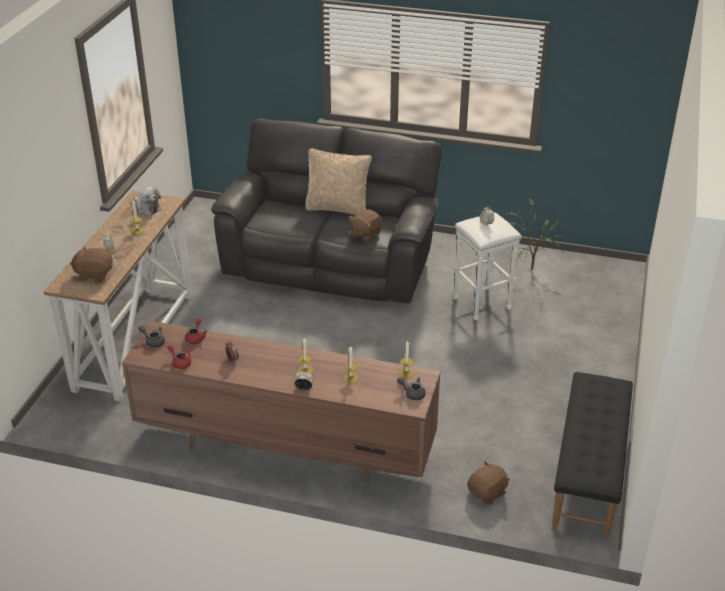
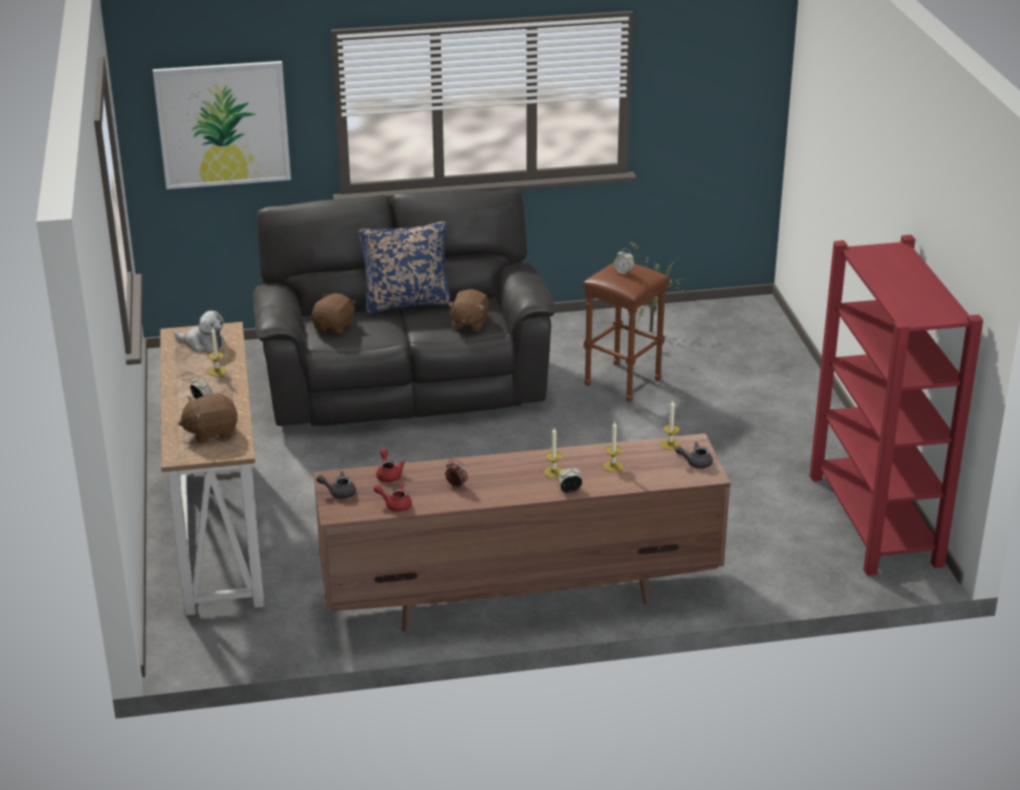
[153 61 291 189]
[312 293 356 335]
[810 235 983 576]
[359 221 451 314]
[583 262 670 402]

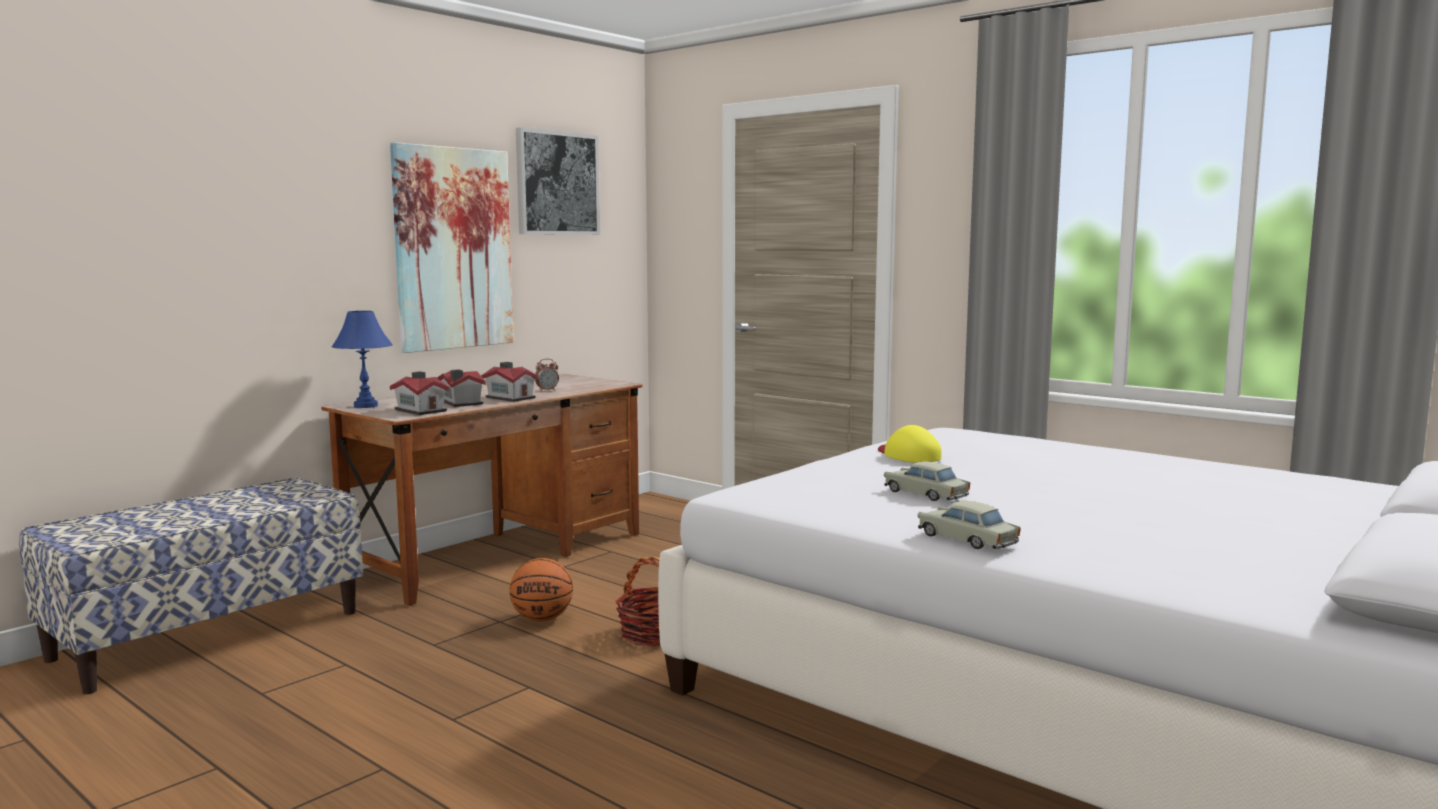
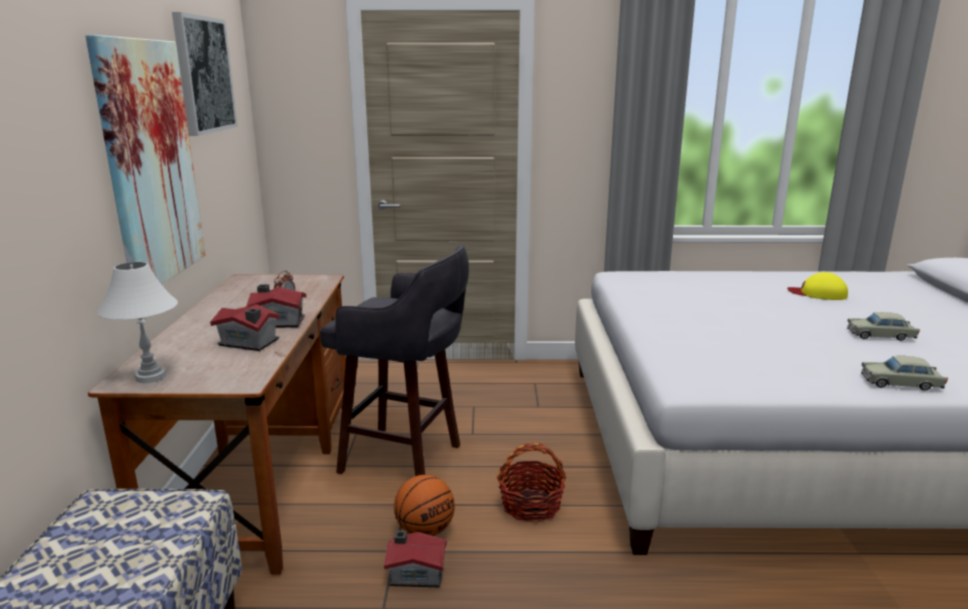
[320 245 469 476]
[384 531 447 587]
[787 272 848 300]
[847 312 920 341]
[97 262 178 383]

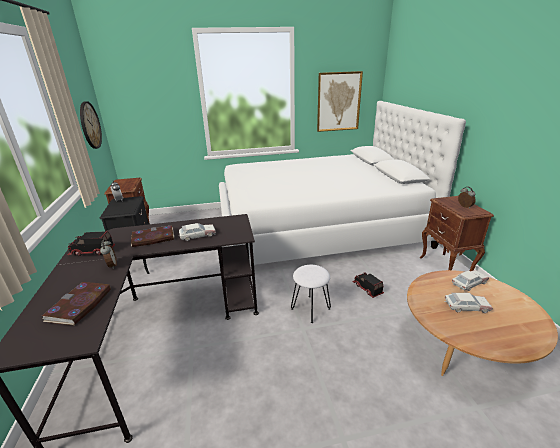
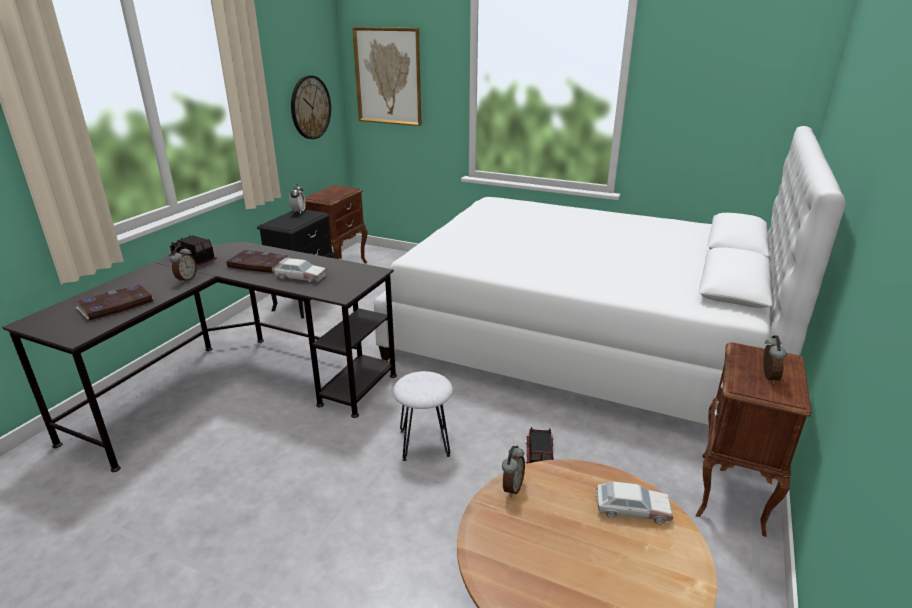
[444 292 493 313] (first image)
[502 446 525 497]
[352 27 421 126]

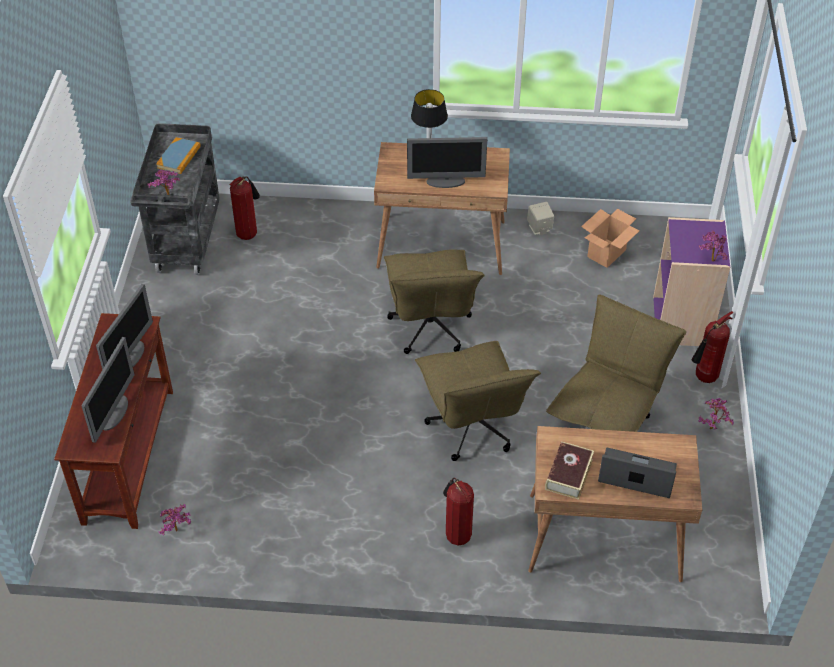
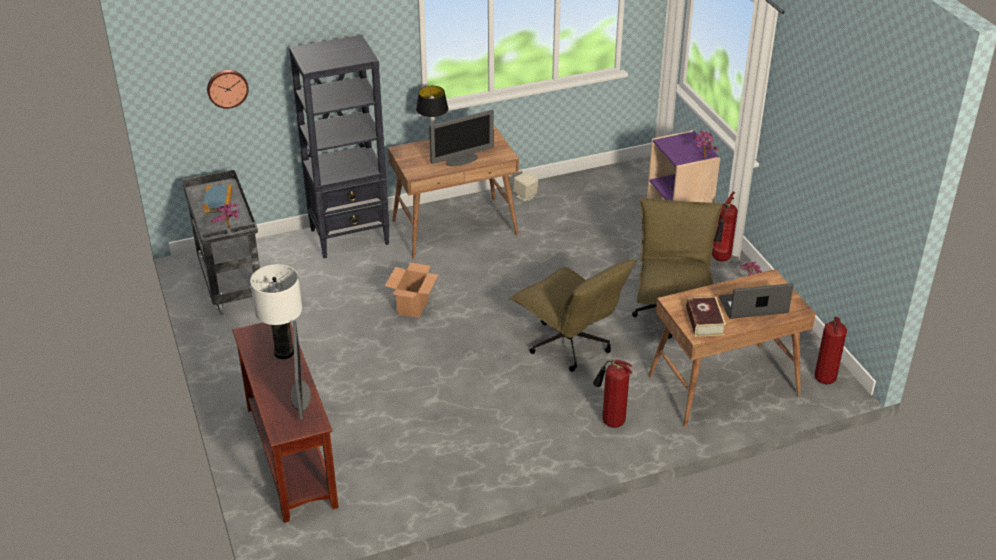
[158 503 191 535] (first image)
[384 249 485 354] (first image)
[207 70 249 109]
[289 35 390 258]
[814 316 847 384]
[385 262 438 318]
[250 264 302 359]

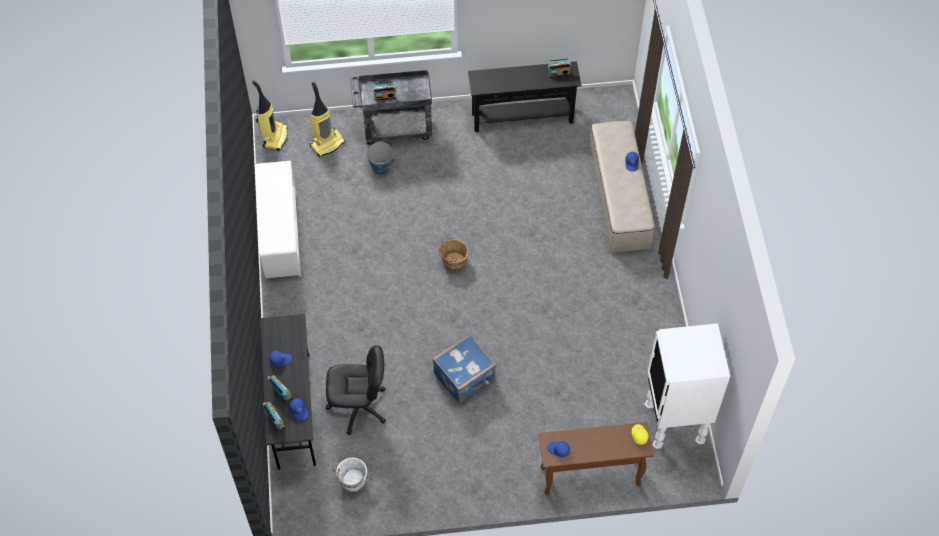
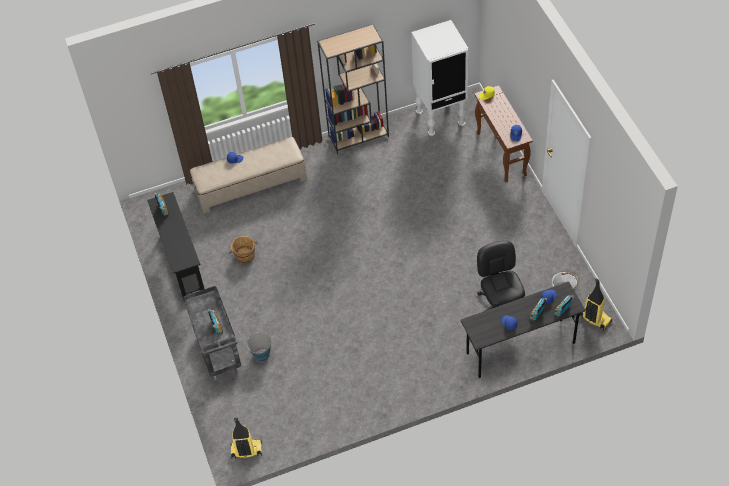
[255 161 301 278] (first image)
[433 334 496 403] (first image)
[317 23 389 154]
[579 278 612 330]
[229 236 258 263]

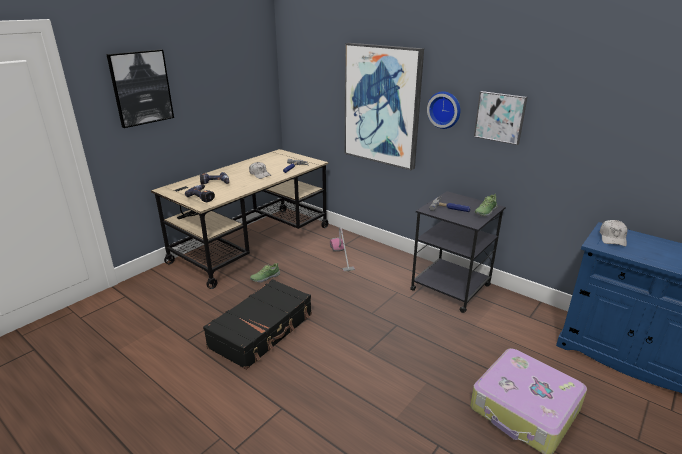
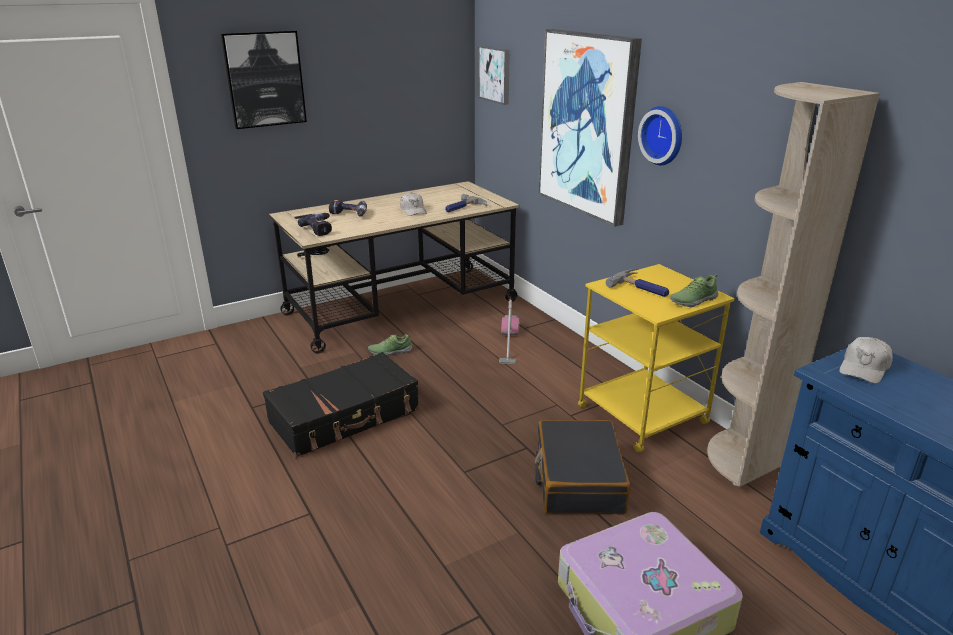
[535 420 630 514]
[707 82 880 487]
[478 46 510 105]
[578 264 735 453]

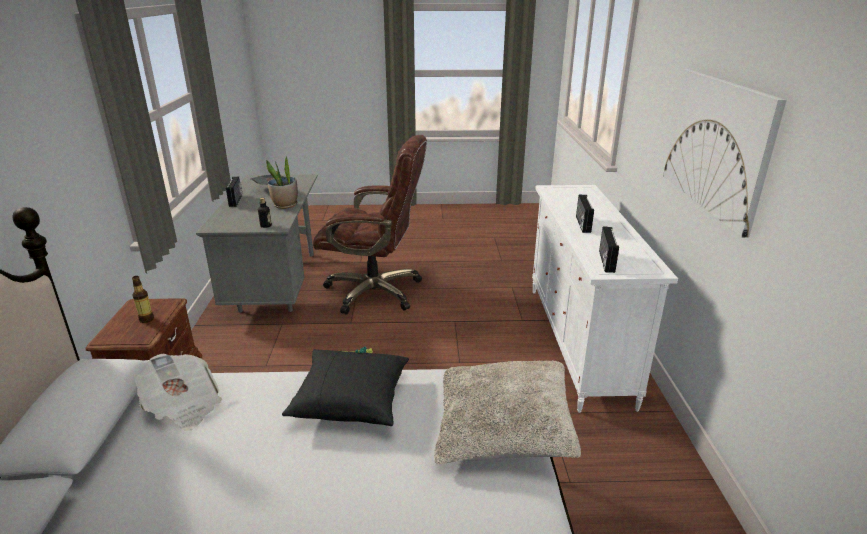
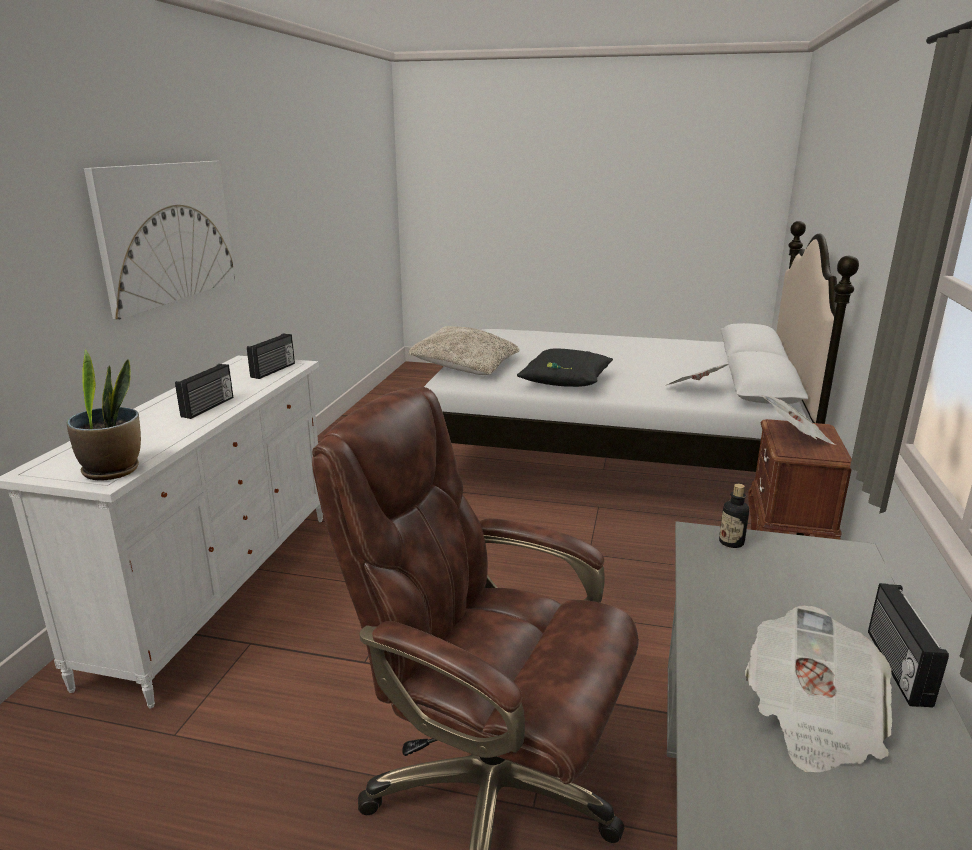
[67 349 141 480]
[762 395 836 445]

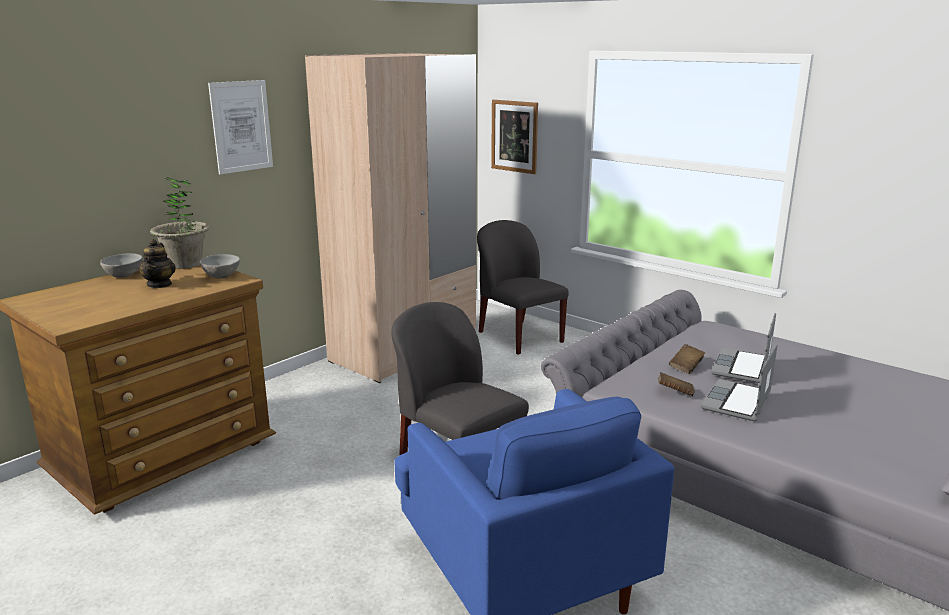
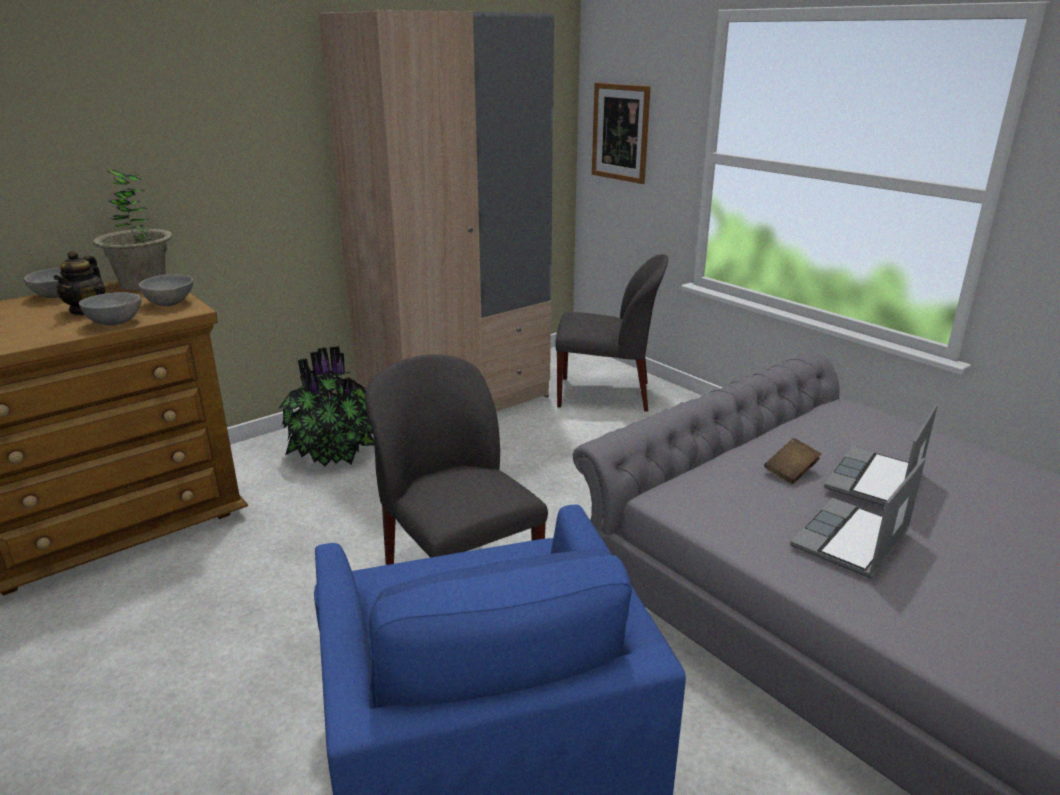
[208 80 273 174] (first image)
[658 372 695 396] (first image)
[79 292 142 325]
[278 346 374 467]
[555 254 668 412]

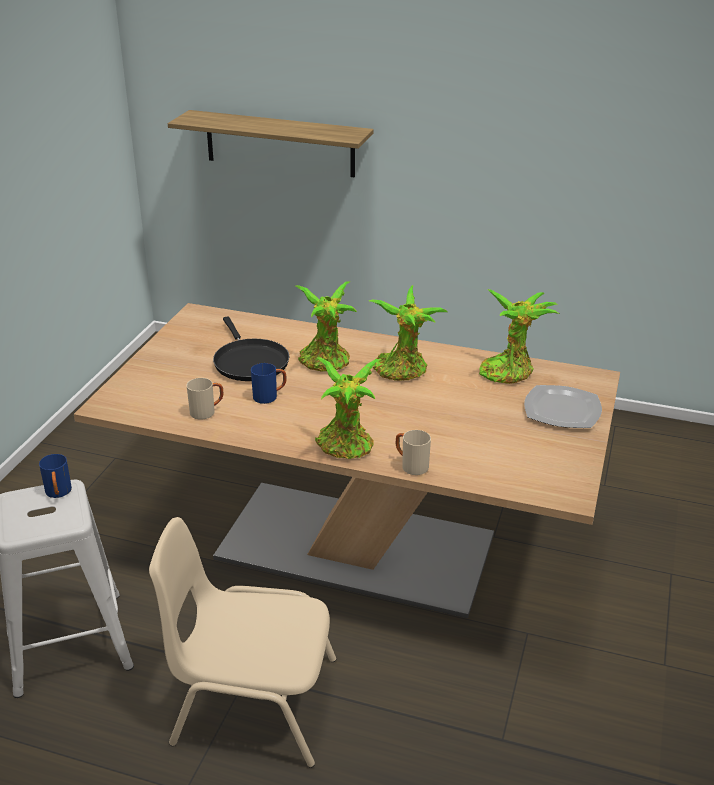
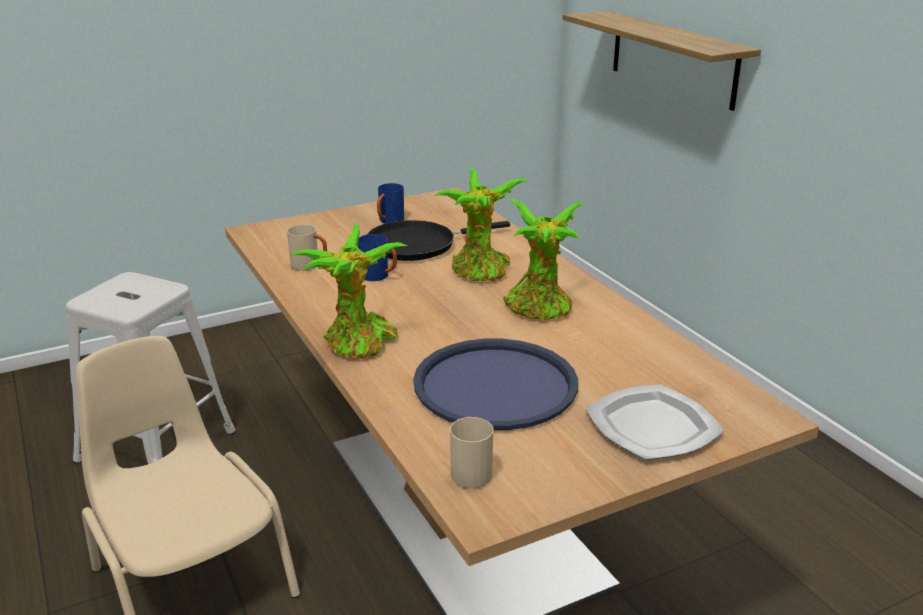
[479 289 559 384] (first image)
[413 339 578 430]
[377 183 404 224]
[450 416 493 489]
[367 220 510 261]

